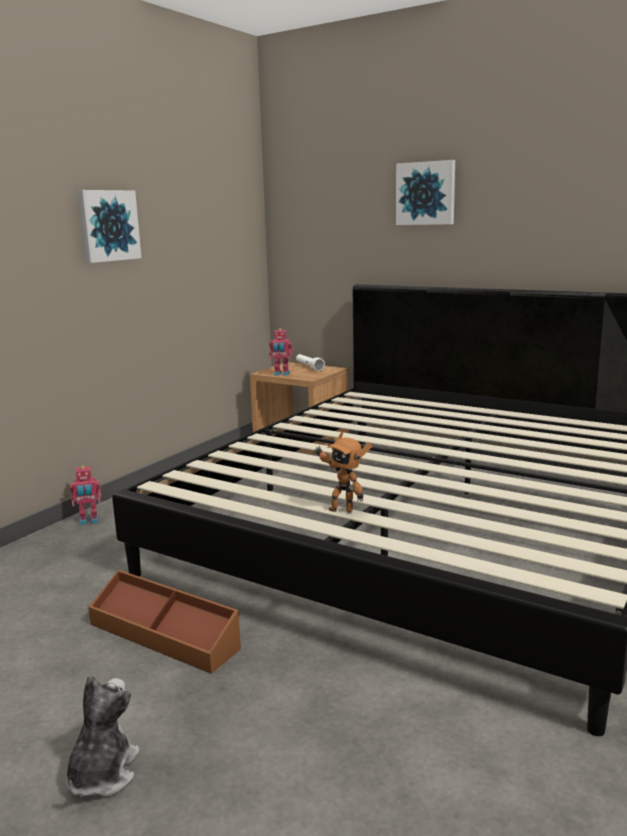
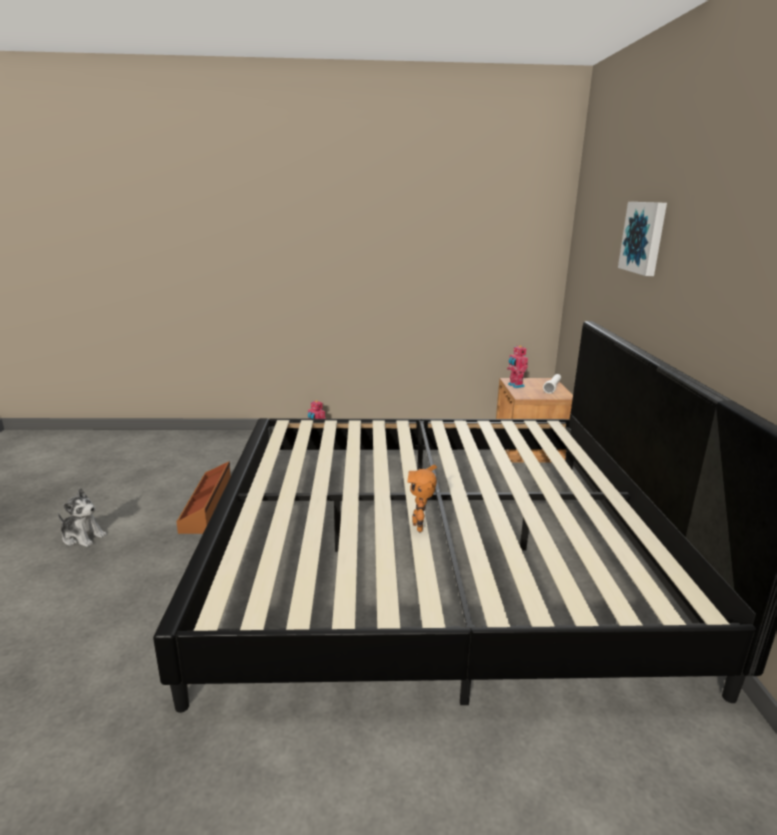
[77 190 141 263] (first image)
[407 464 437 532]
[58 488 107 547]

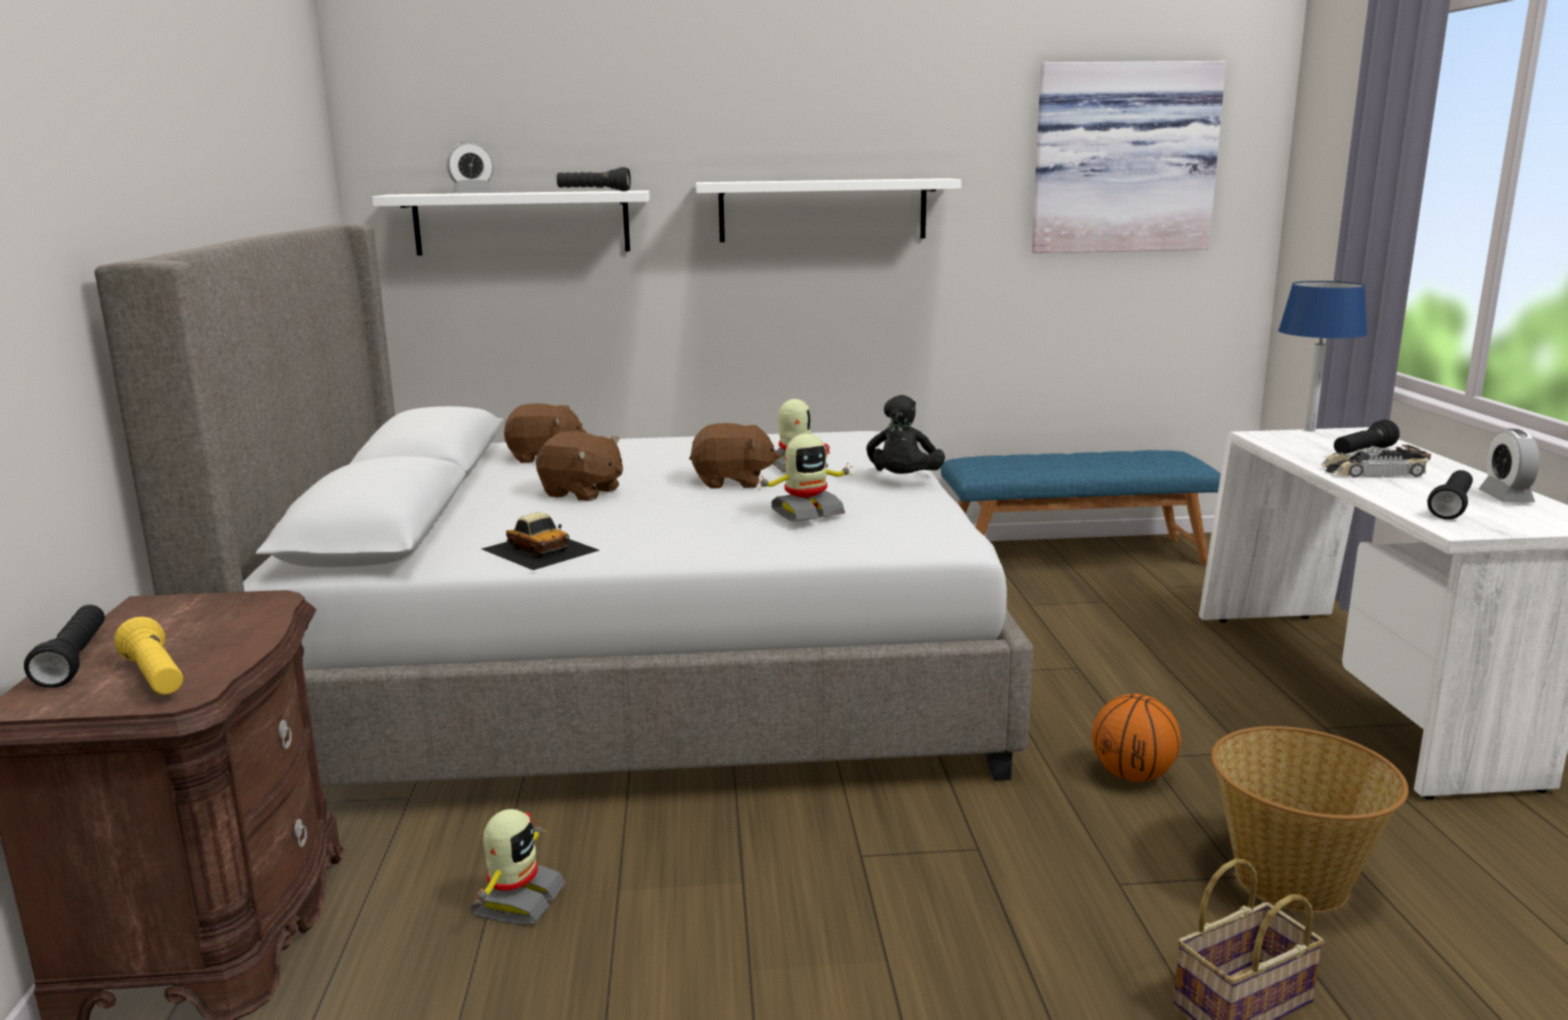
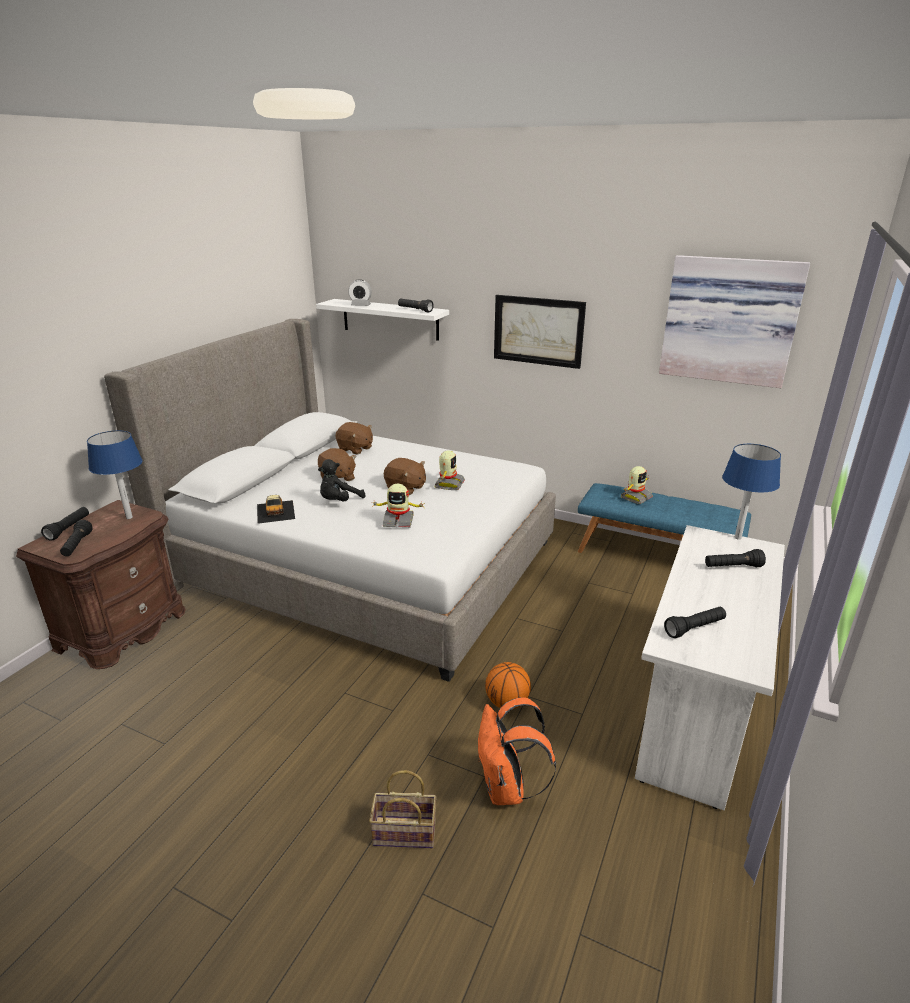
[1321 445 1431 478] (first image)
[1479 429 1540 502] (first image)
[87 430 143 519]
[621 466 653 504]
[318 459 365 502]
[494 295 586 369]
[478 697 556 805]
[60 520 93 556]

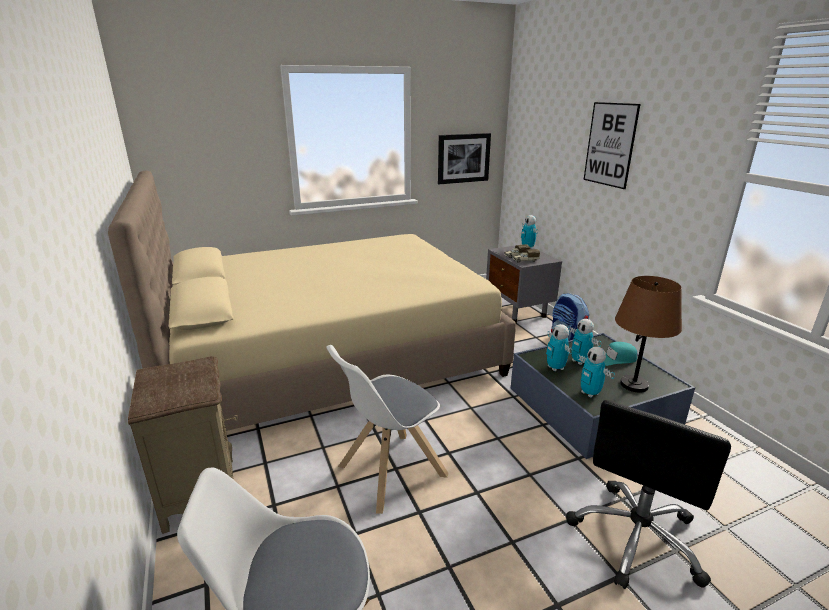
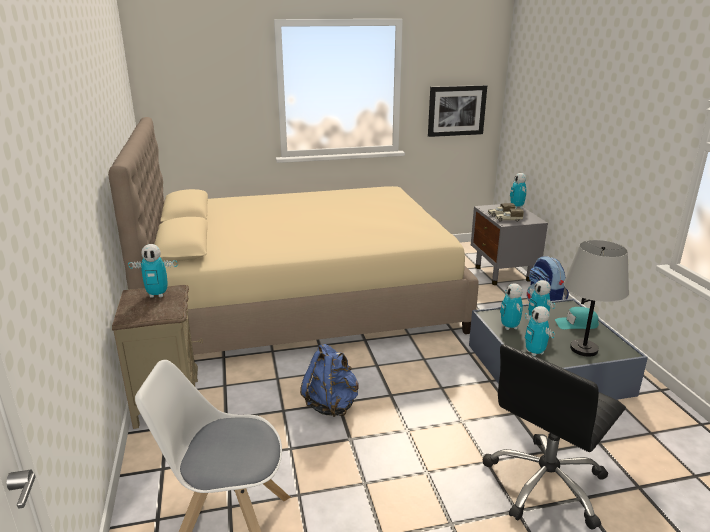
[583 102 640 189] (first image)
[128 244 178 298]
[300 344 359 417]
[564 240 629 357]

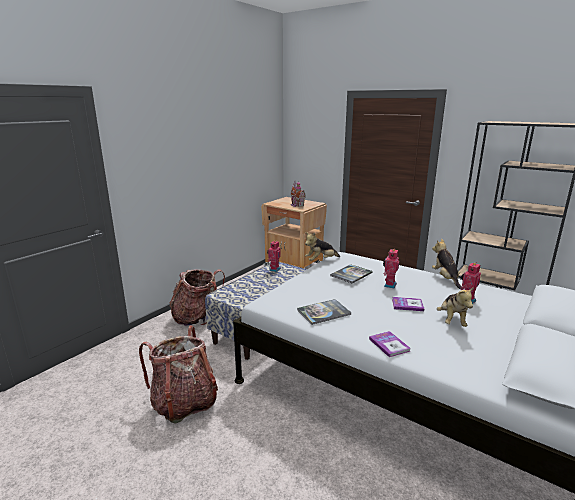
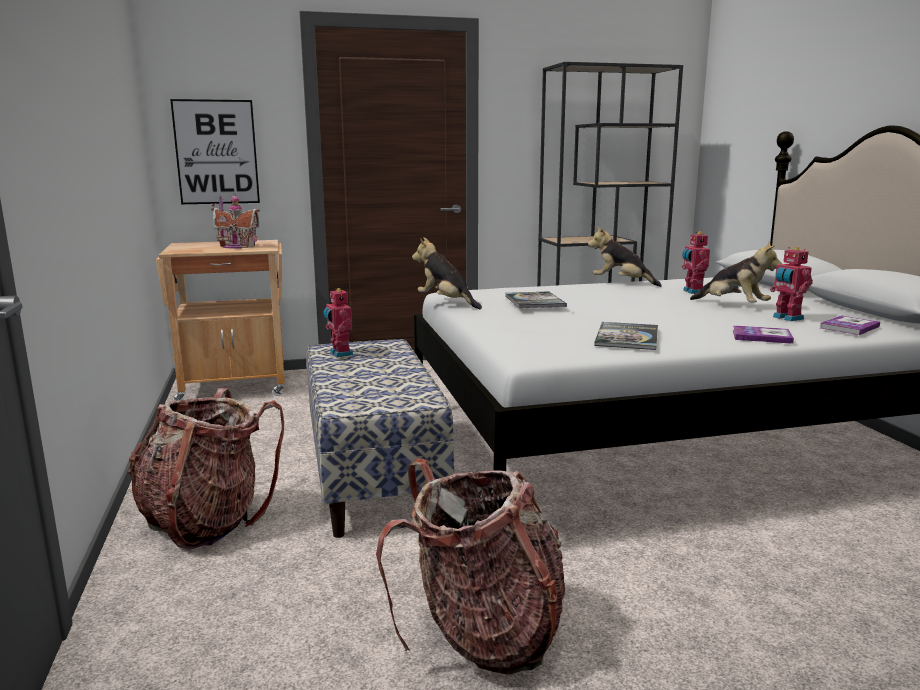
[170 99 260 204]
[770 247 813 321]
[820 316 880 335]
[412 238 482 309]

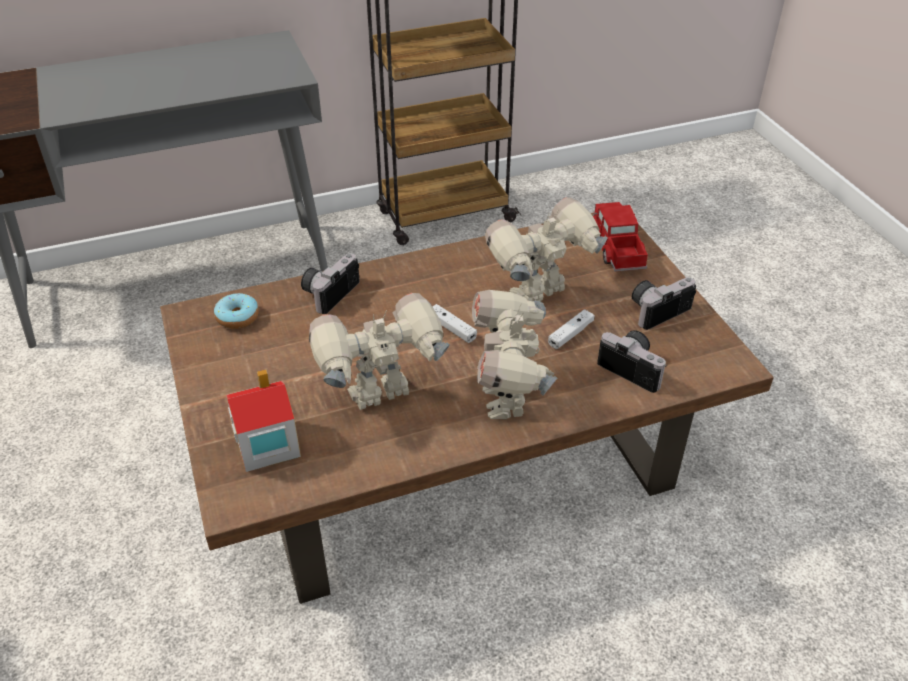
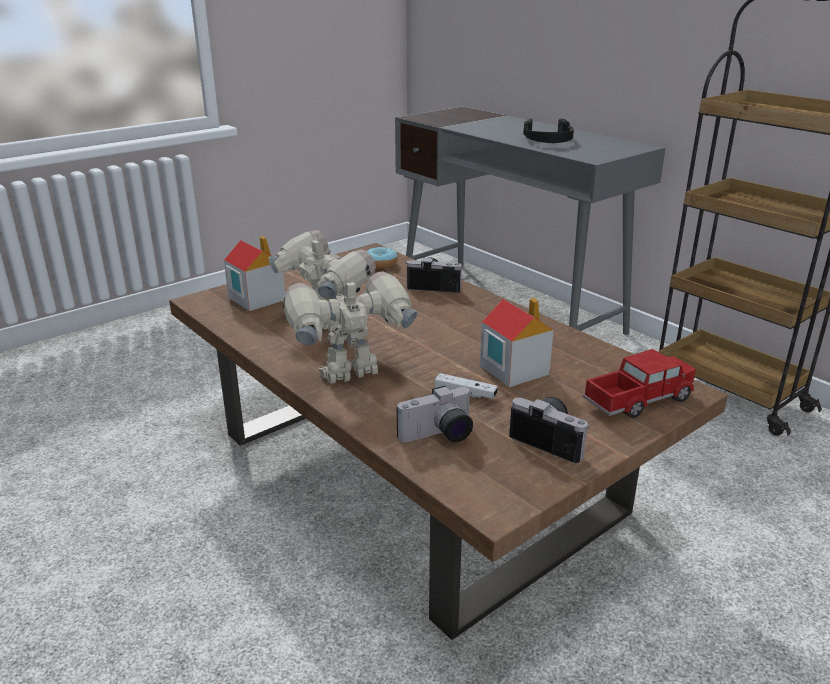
[432 304 477 343] (first image)
[523 119 574 143]
[480 297 554 387]
[397 386 473 443]

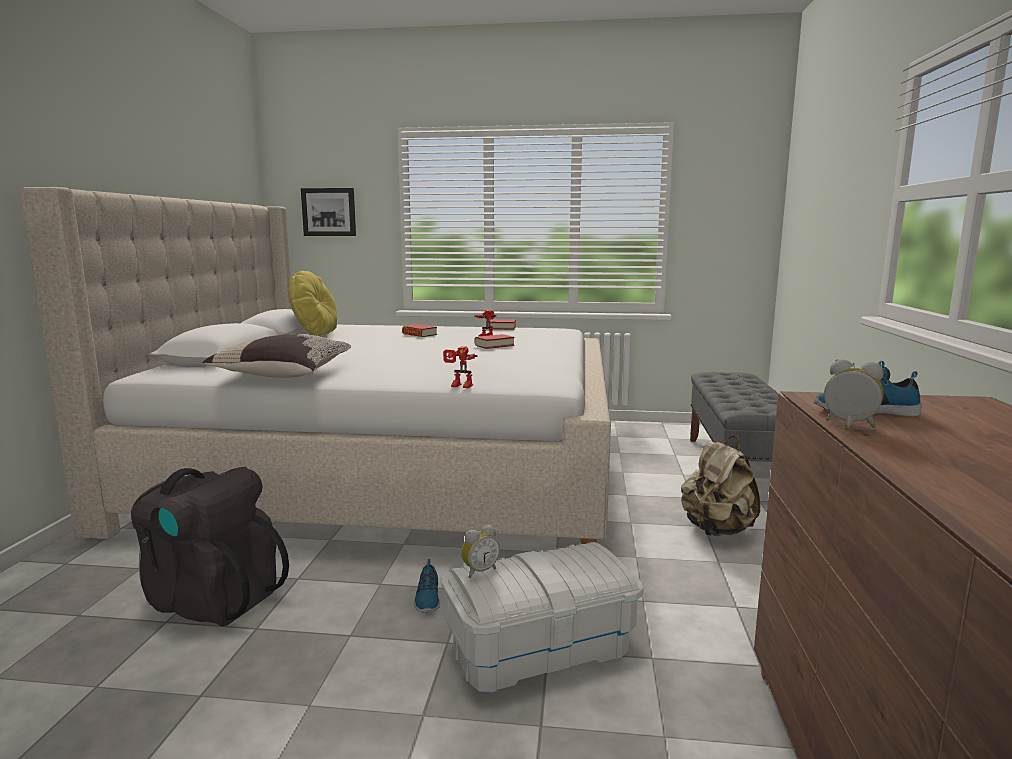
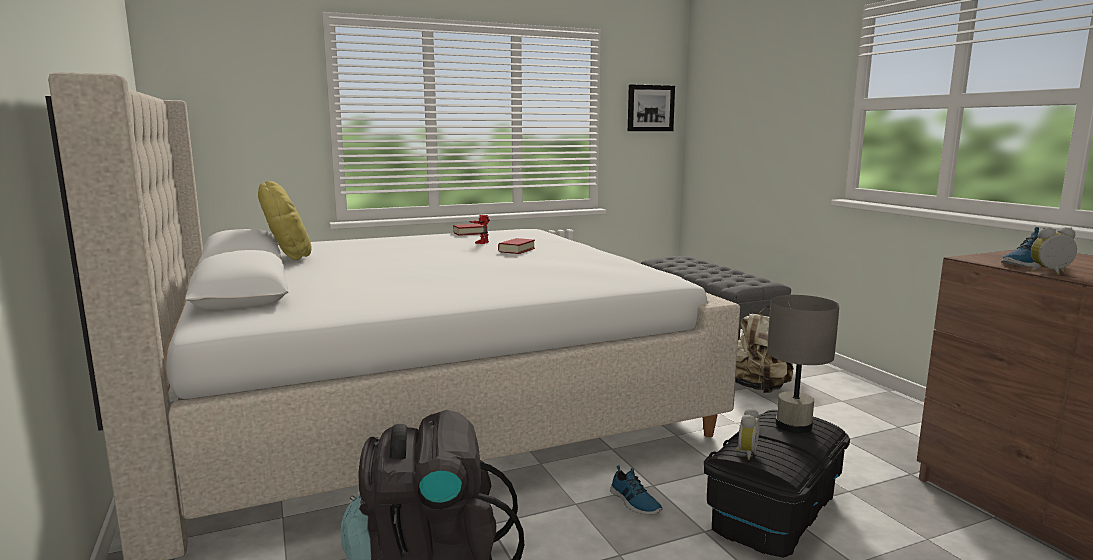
[203 334 351 378] (first image)
[402 324 437 337] (first image)
[443 346 477 388] (first image)
[767 295 839 433]
[628 84 675 131]
[704 410 850 558]

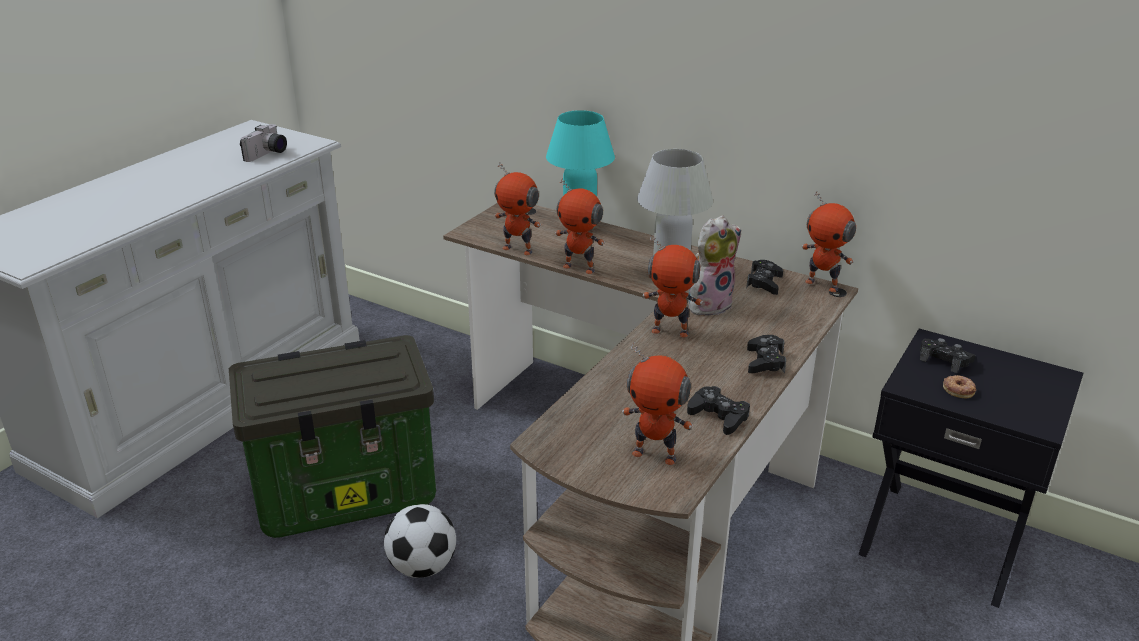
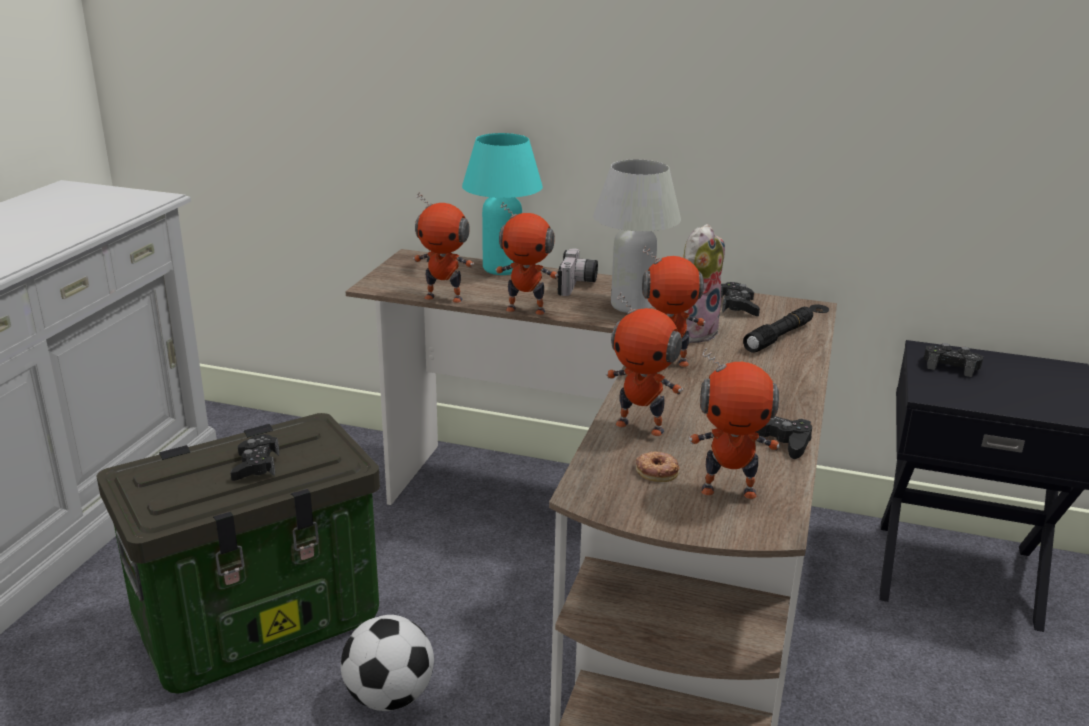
[743 307 813 353]
[557 248 598 296]
[230 434 279 481]
[606 292 683 436]
[636 451 680 482]

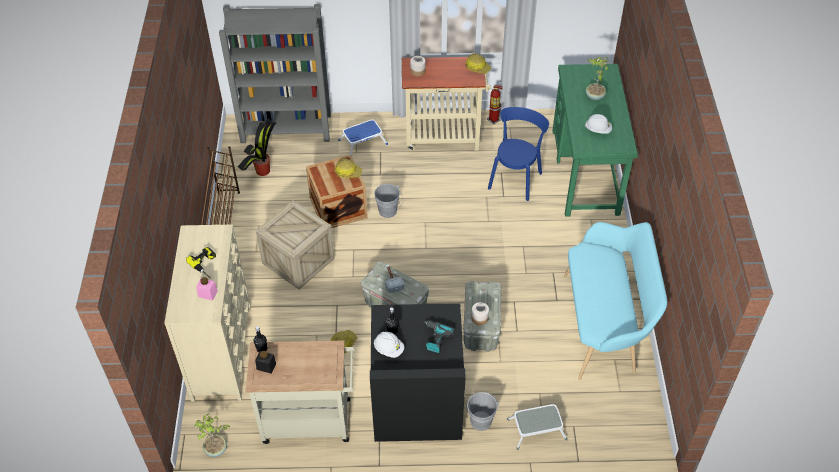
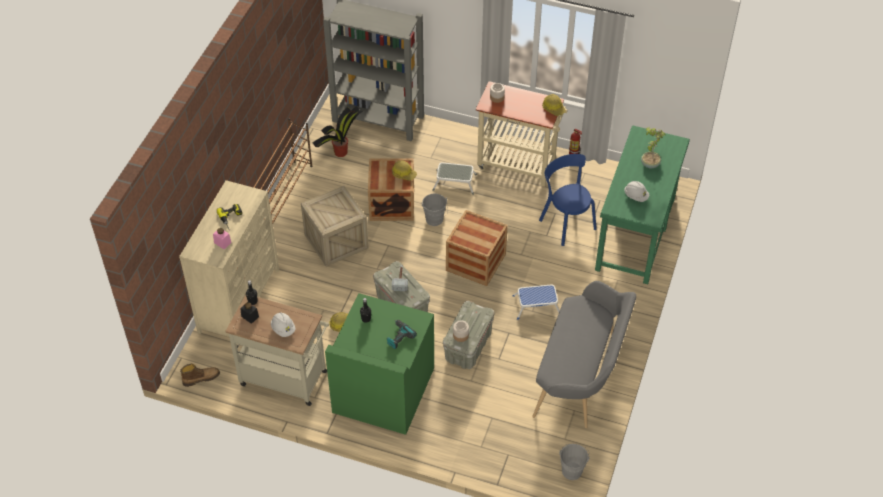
[446 210 508 286]
[512 285 560 320]
[271 312 296 337]
[559 444 590 480]
[432 163 478 195]
[180 364 220 387]
[325 293 434 435]
[532 281 636 428]
[539 154 597 246]

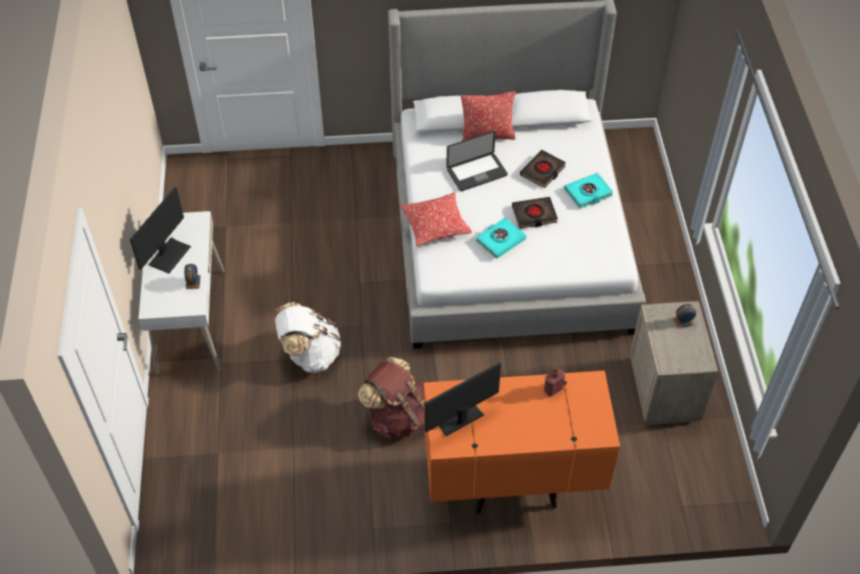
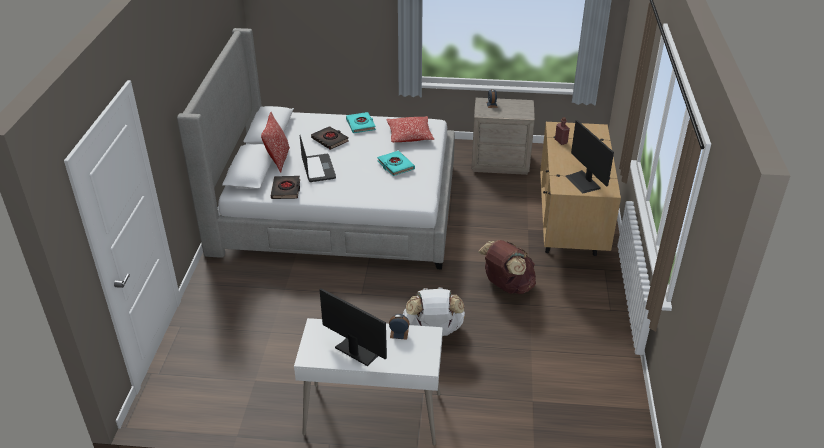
[387 116 434 142]
[271 176 300 199]
[540 122 621 256]

